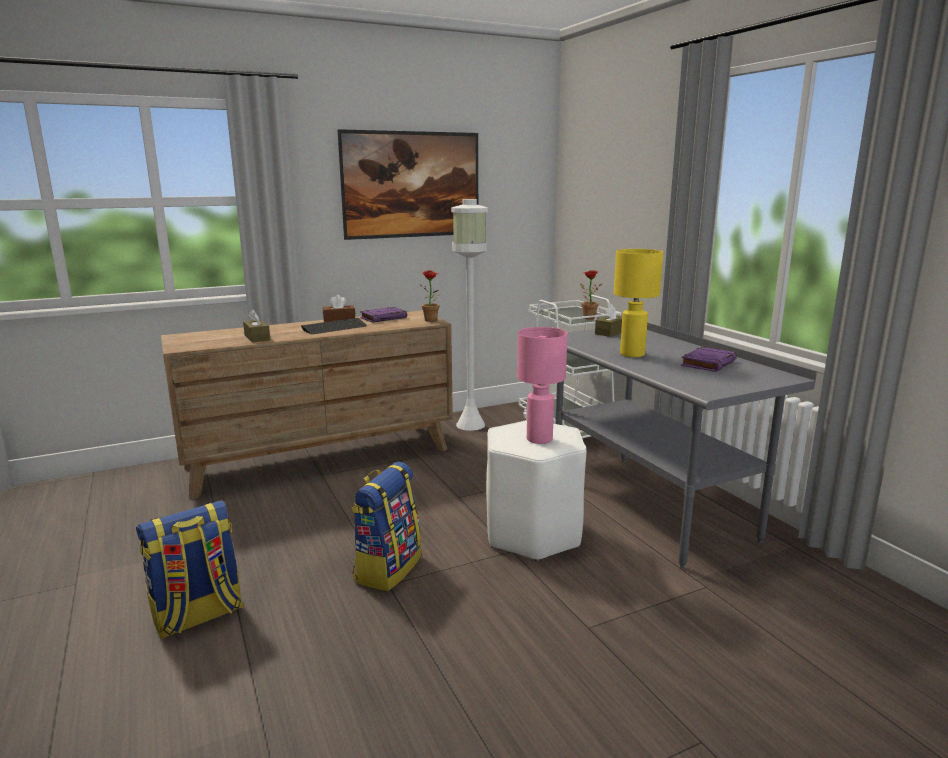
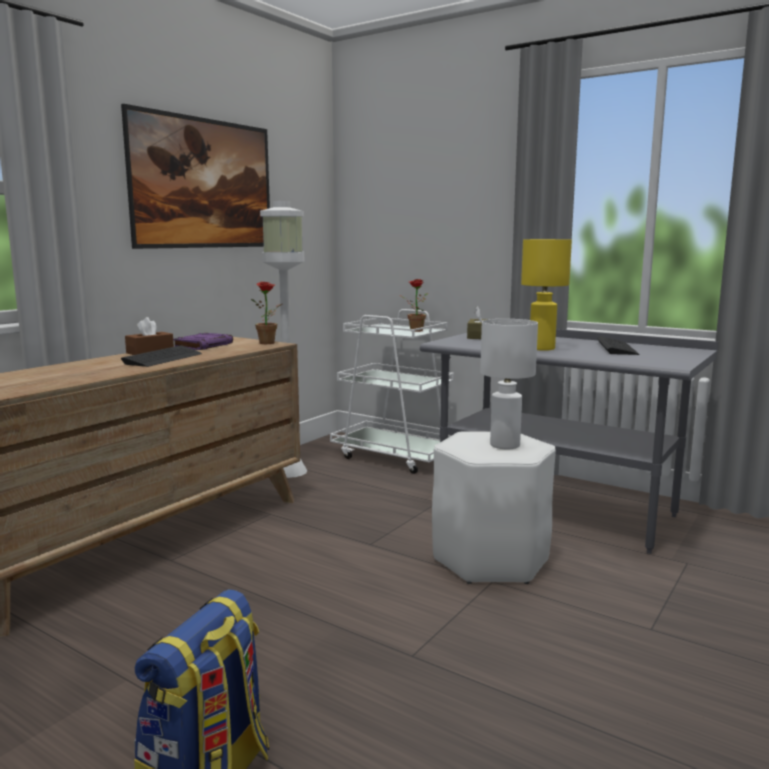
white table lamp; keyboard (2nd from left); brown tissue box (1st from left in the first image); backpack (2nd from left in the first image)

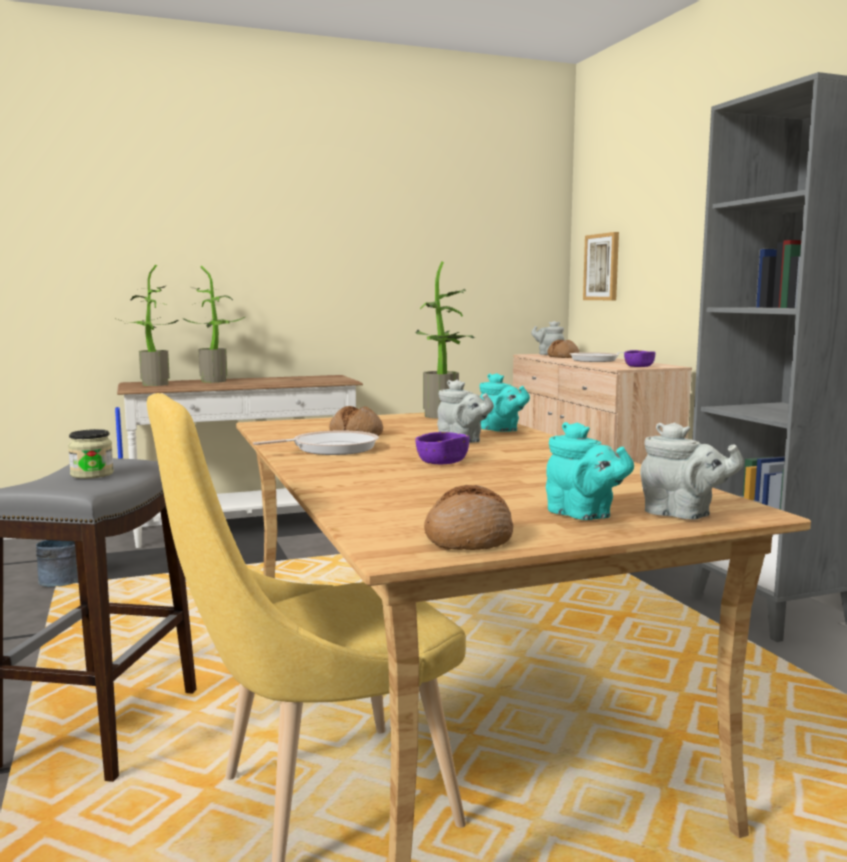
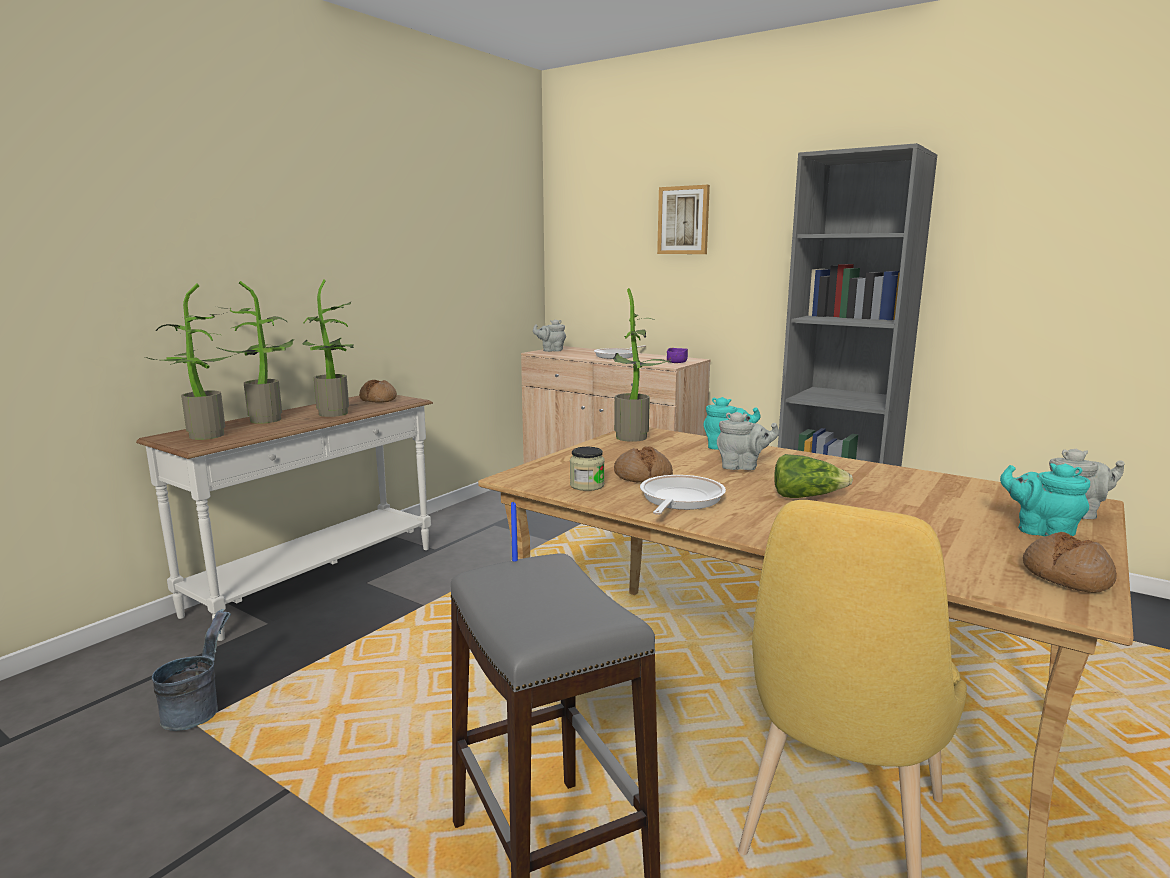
potted plant (3rd from left); bread (1st from left); jar; picture; lettuce; turquoise teapot (2nd from left)

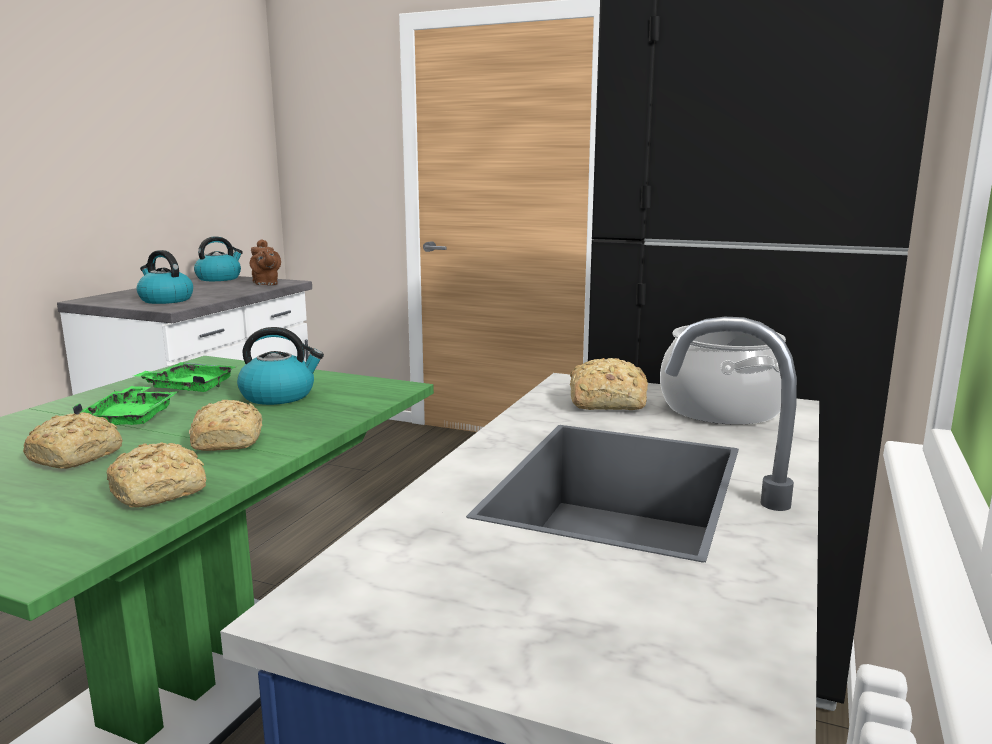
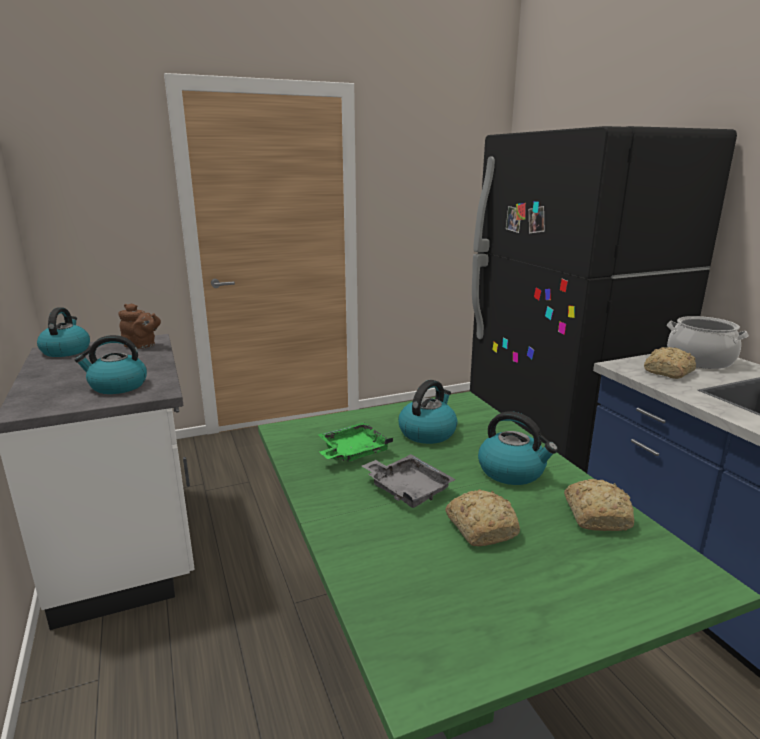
grey tray; kettle (4th from left)

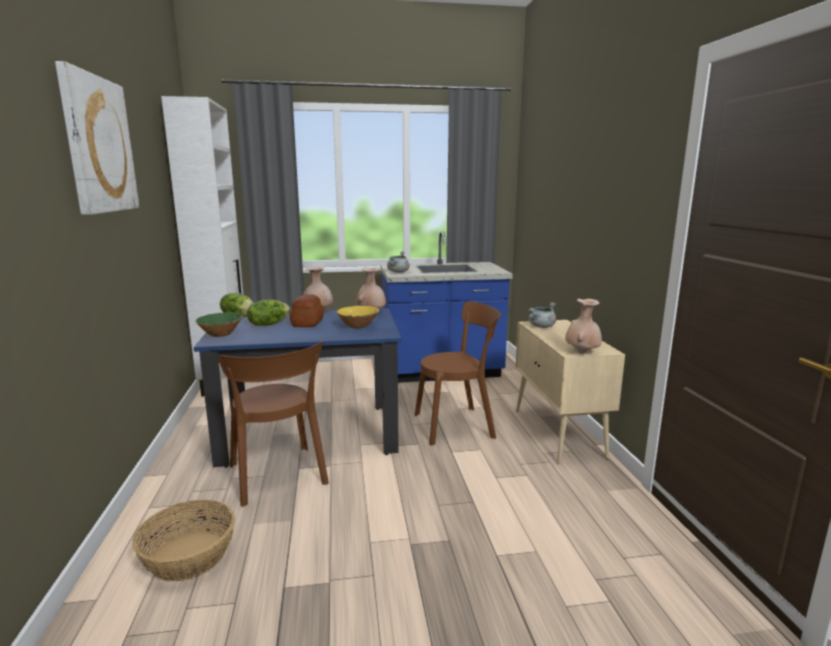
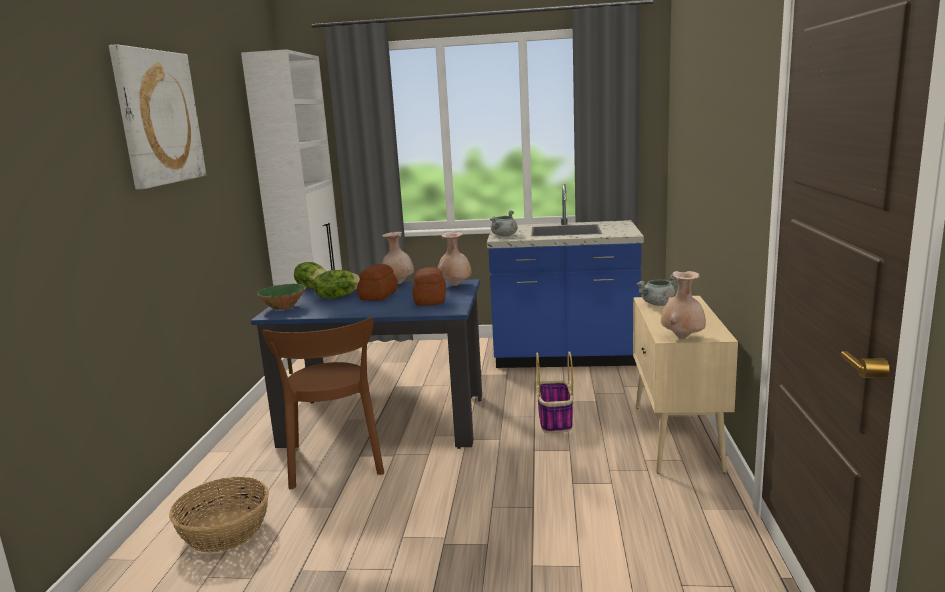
bread (2nd from left); basket (2nd from left)

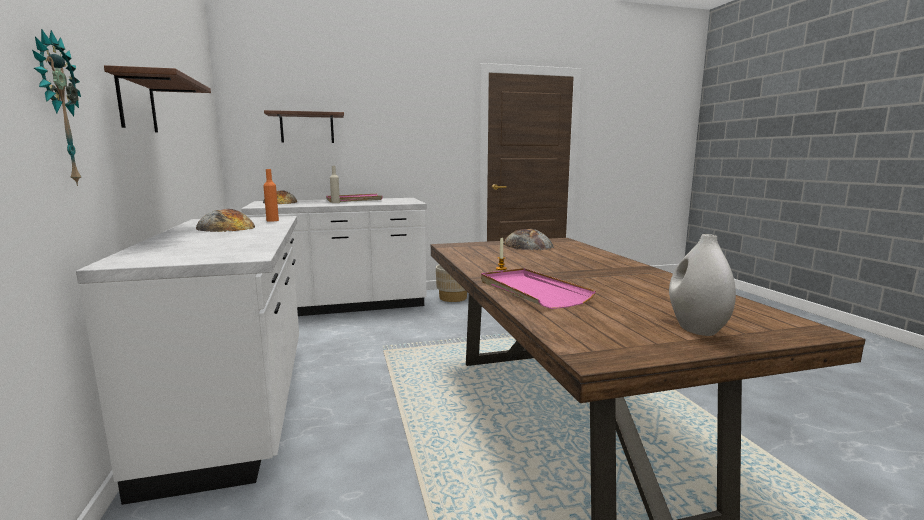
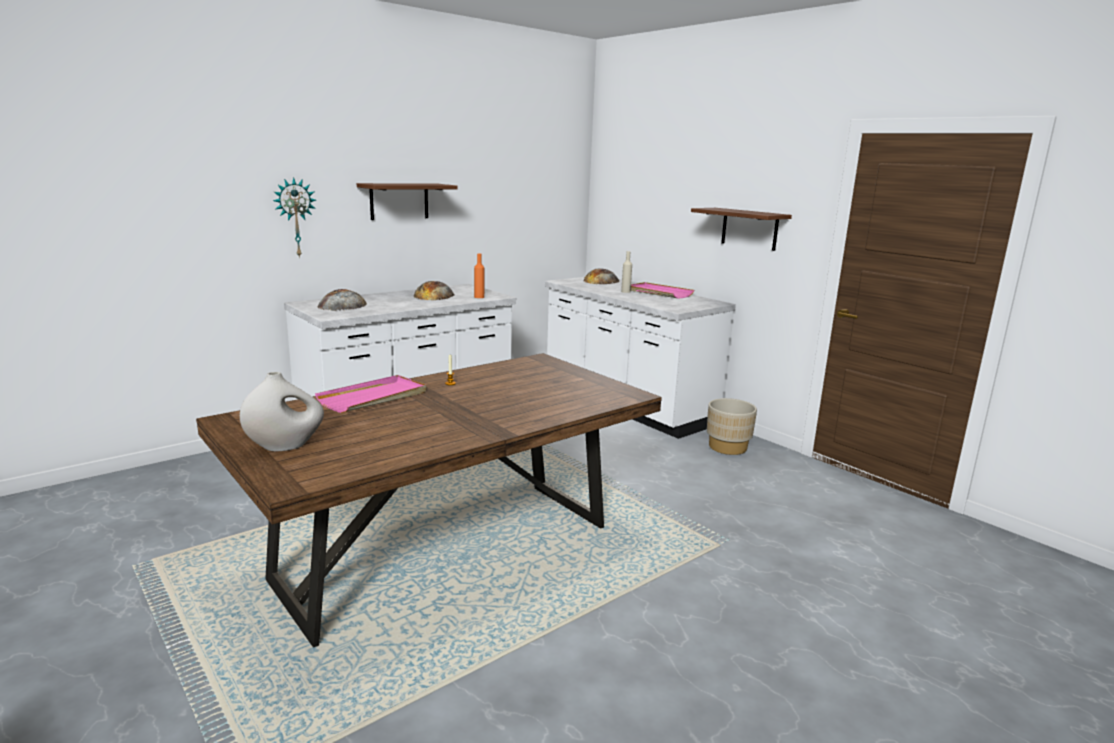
bread (1st from left); shelf (2nd from left)

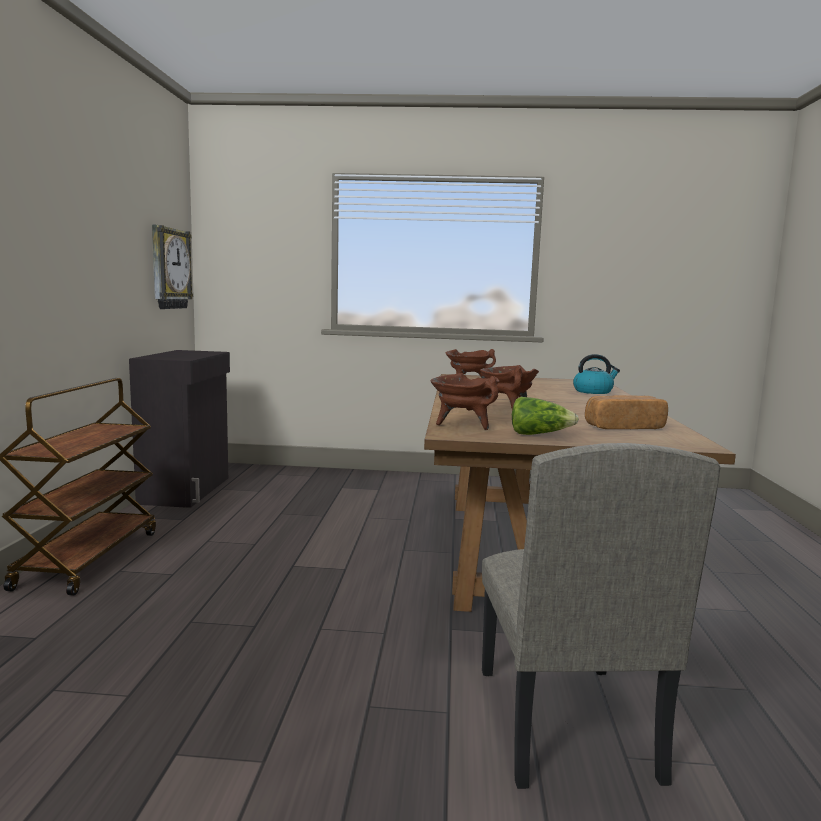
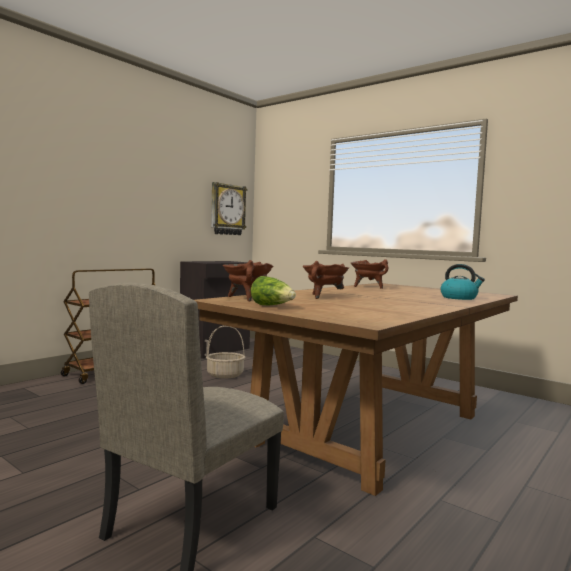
basket; bread

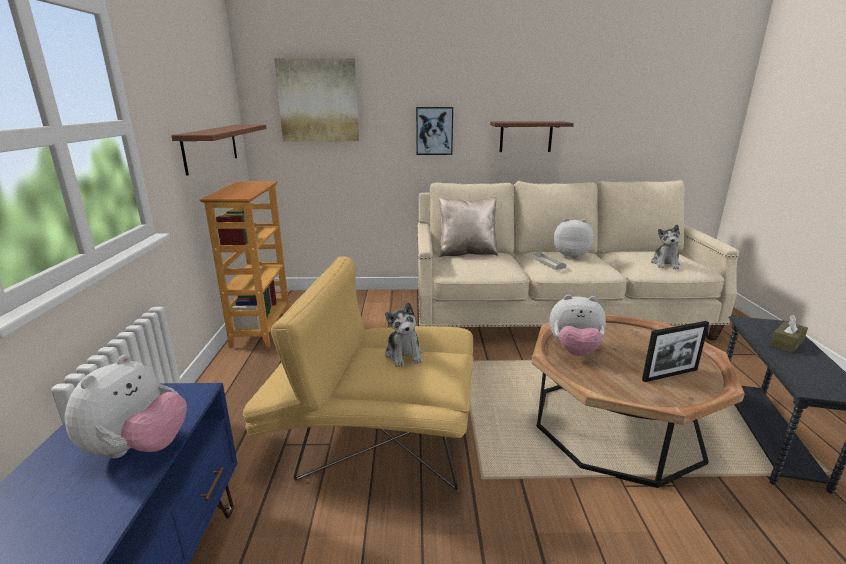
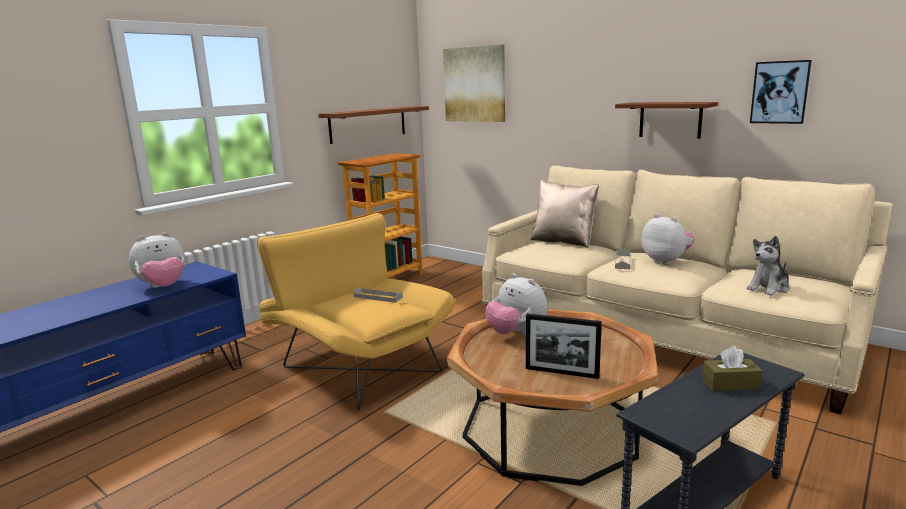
grey tray (1st from left); picture (2nd from left)

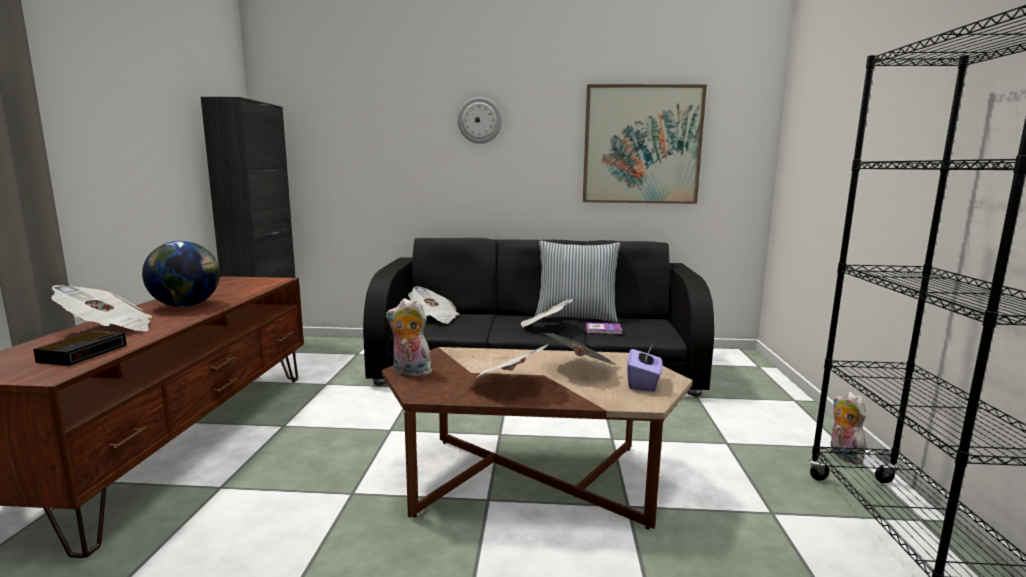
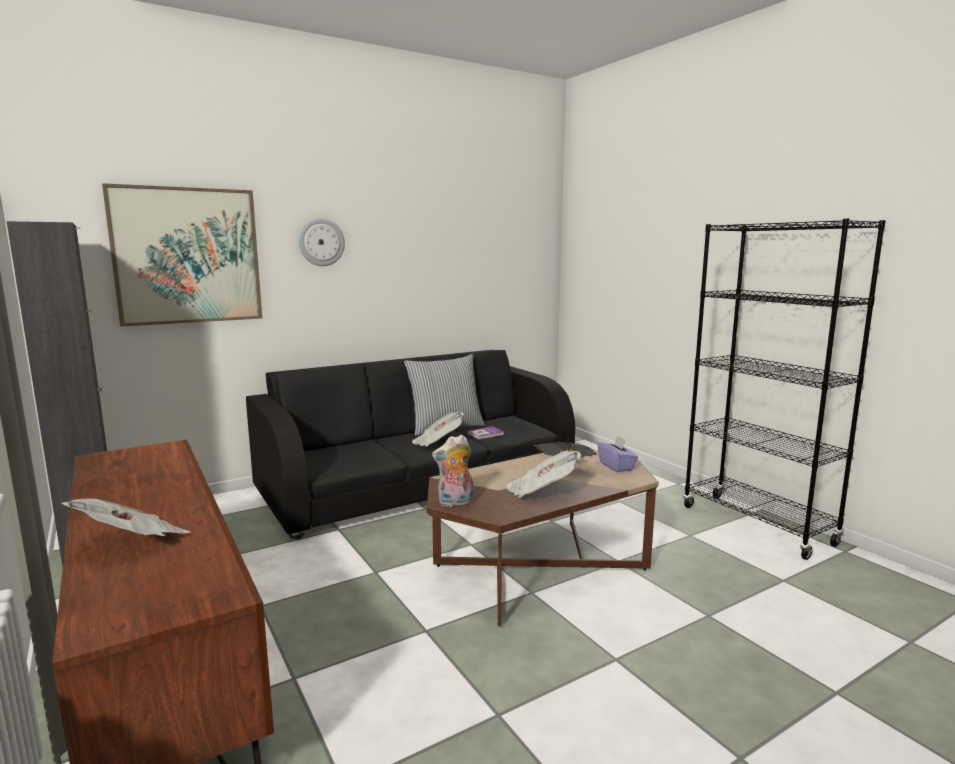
picture; alarm clock; globe; newspaper (2nd from left in the first image); plush toy (2nd from left in the first image)

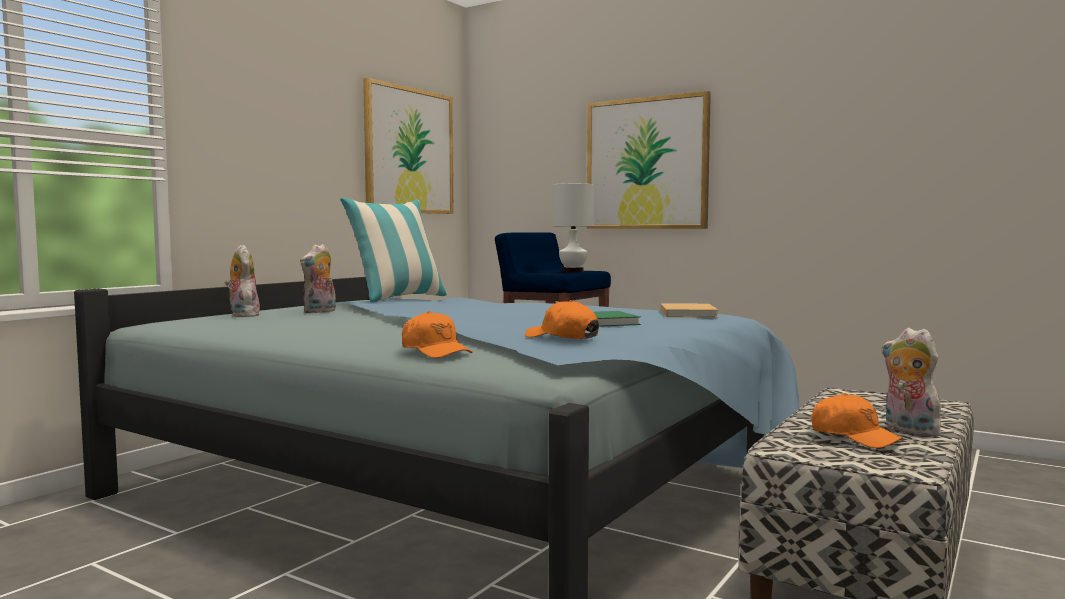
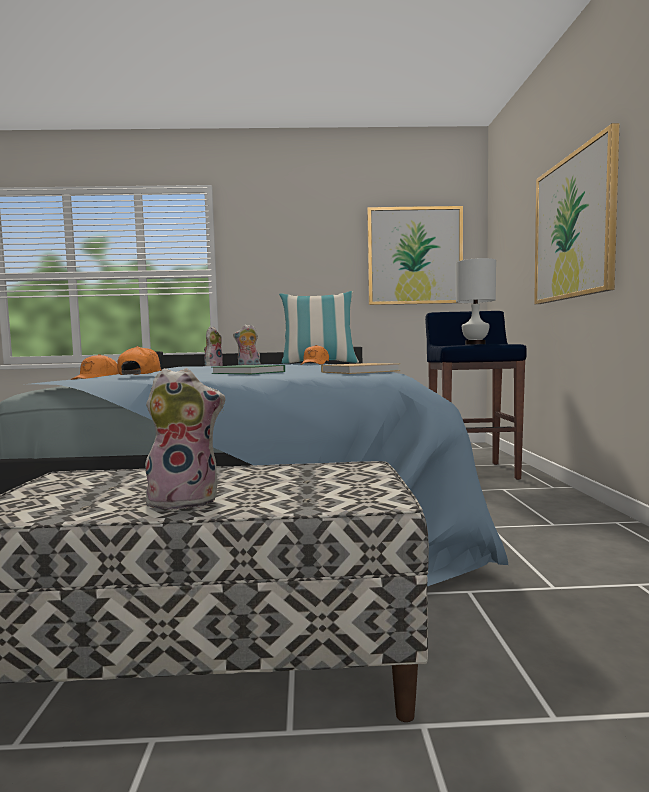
plush toy (1st from left); orange cap (3rd from left)

